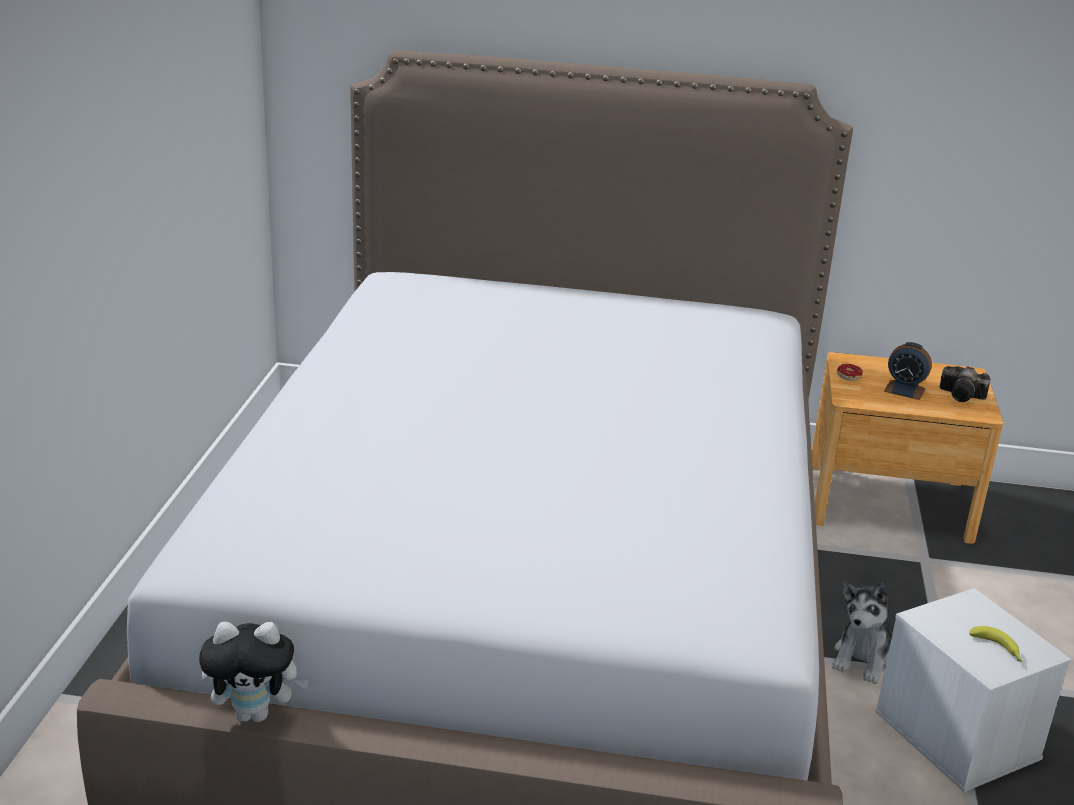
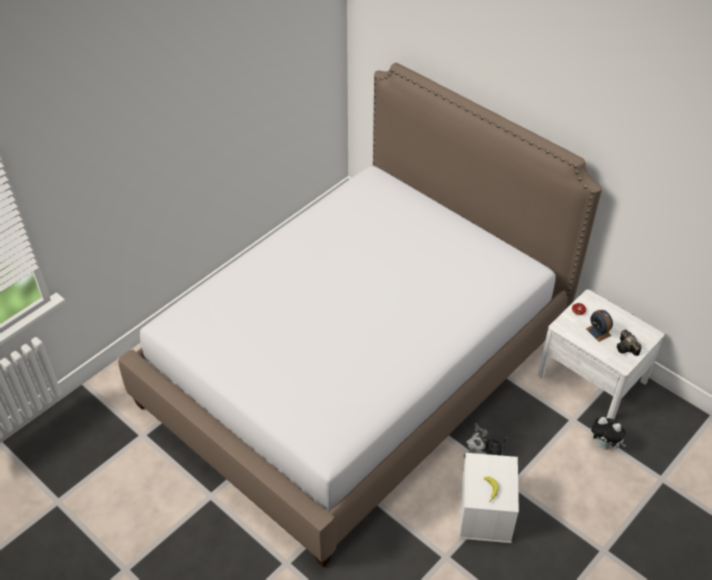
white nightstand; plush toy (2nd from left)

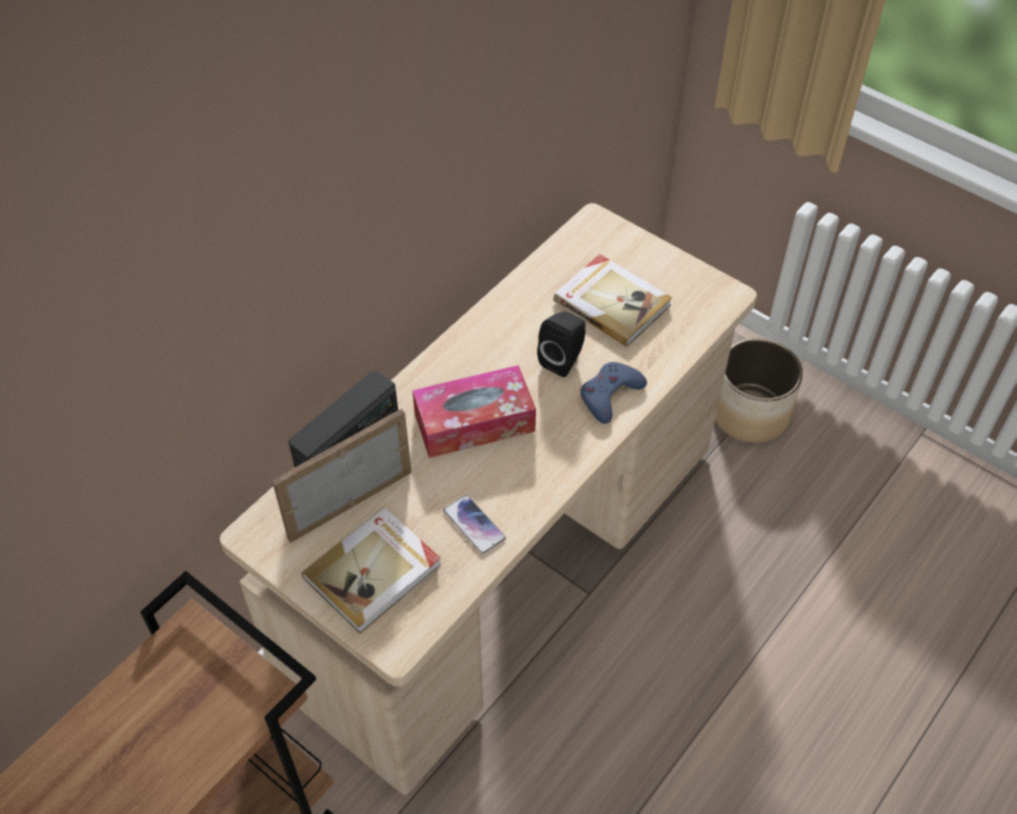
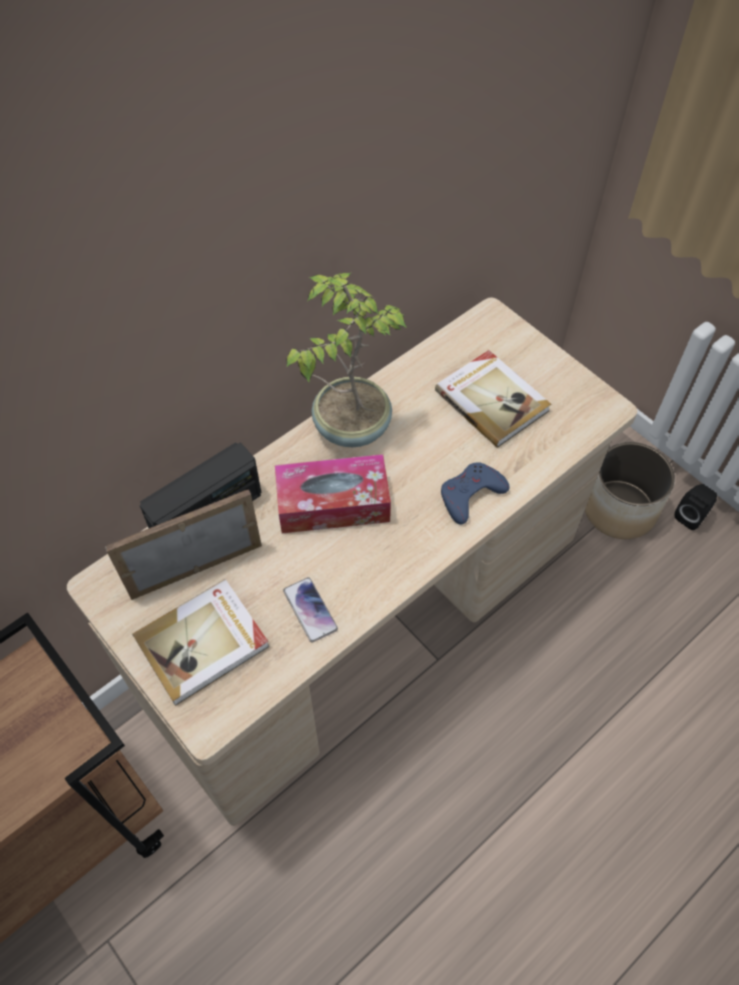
potted plant; black speaker

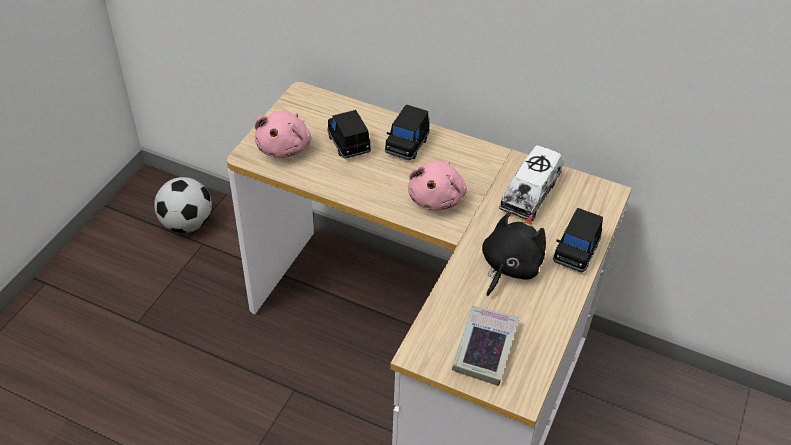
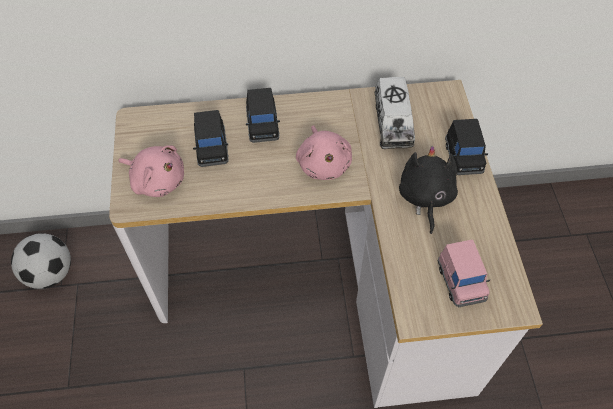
pink plush toy (1st from left); black toy car (1st from left); pink toy car

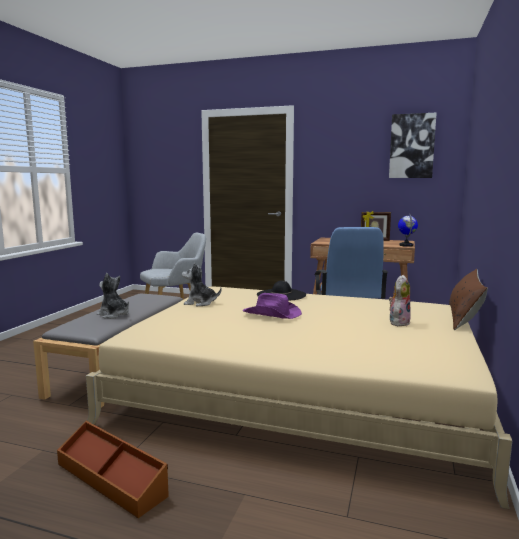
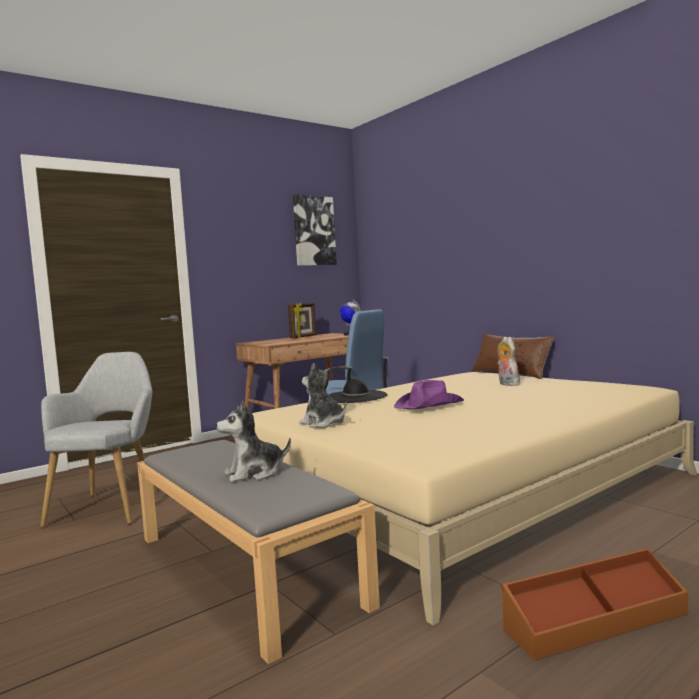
plush toy (2nd from left)

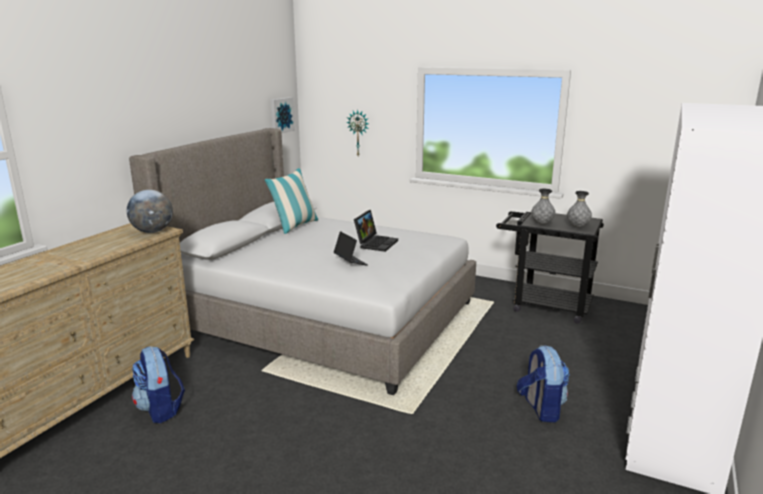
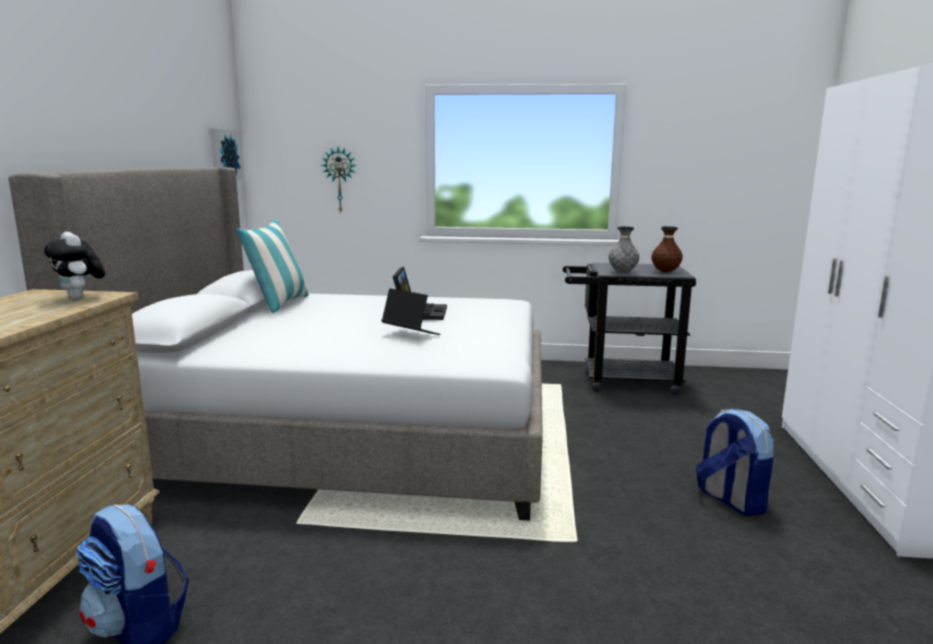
plush toy; brown vase

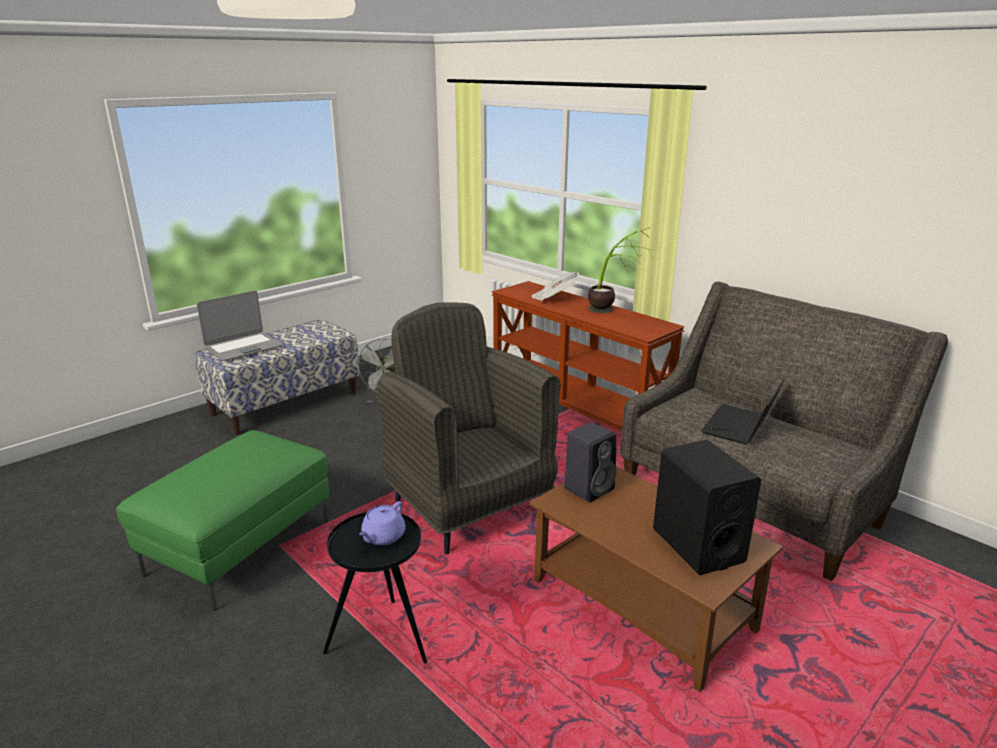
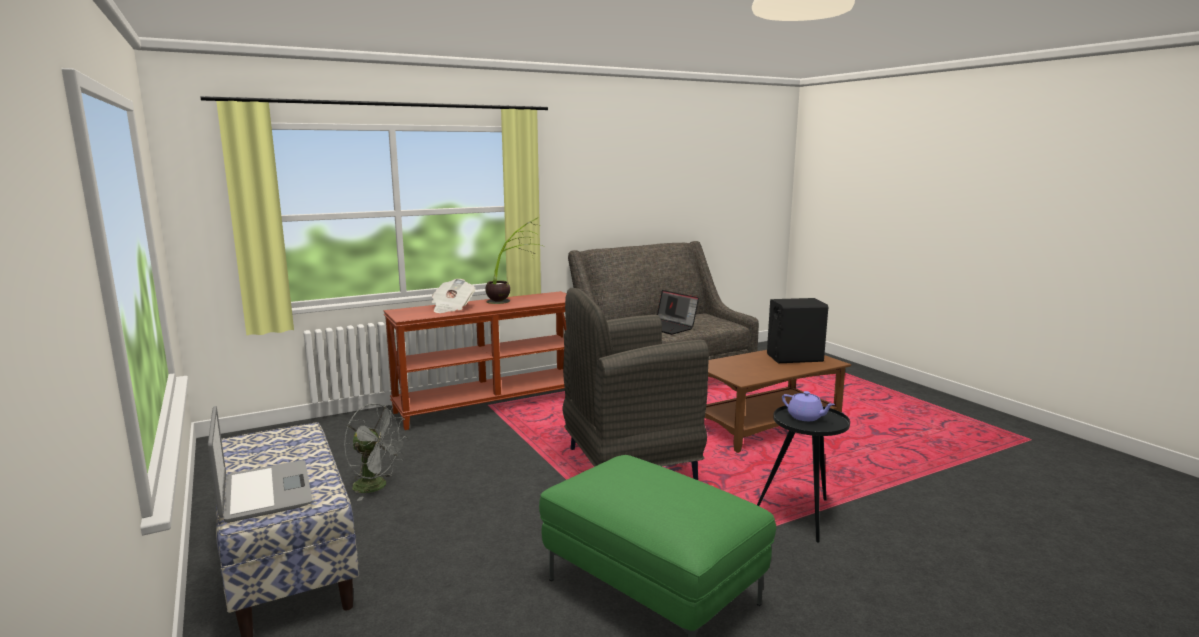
black speaker (1st from left in the first image)

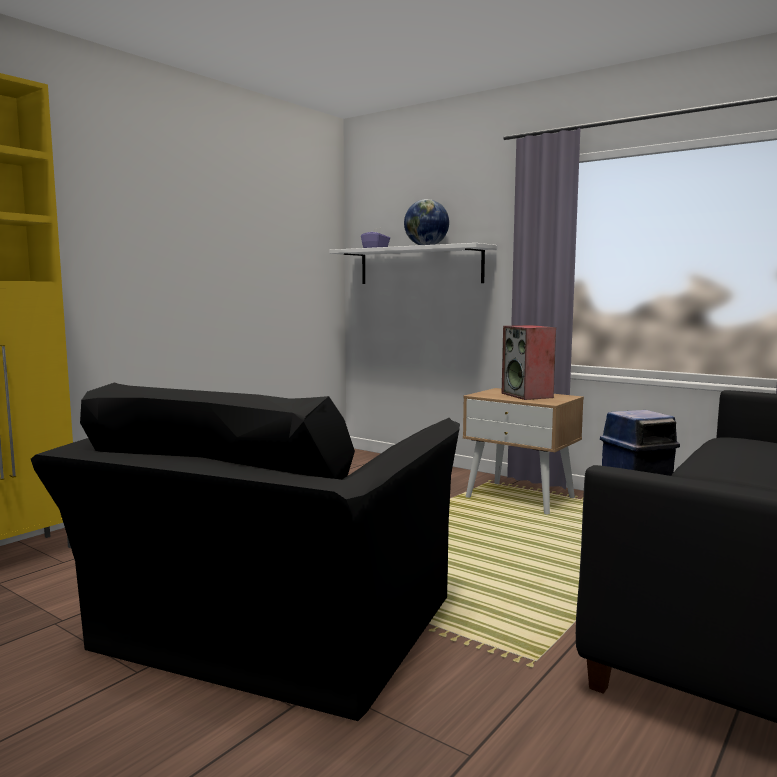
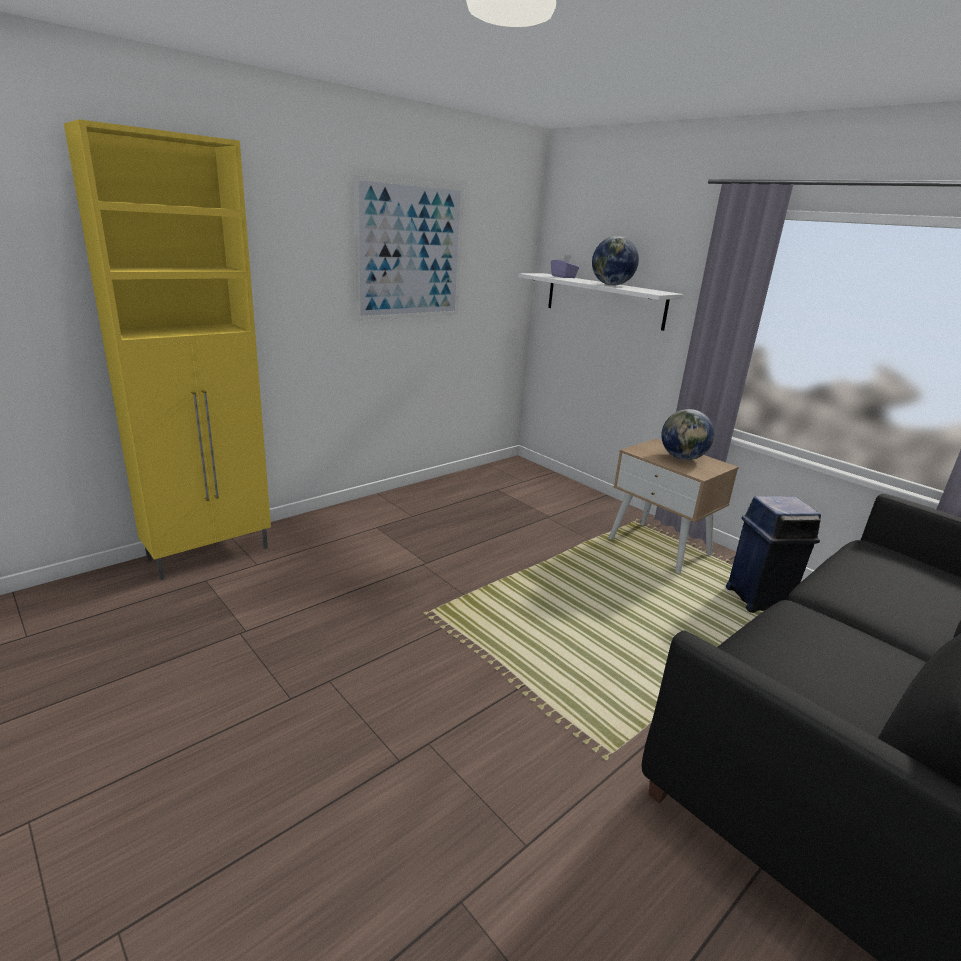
picture; globe (2nd from left); black armchair

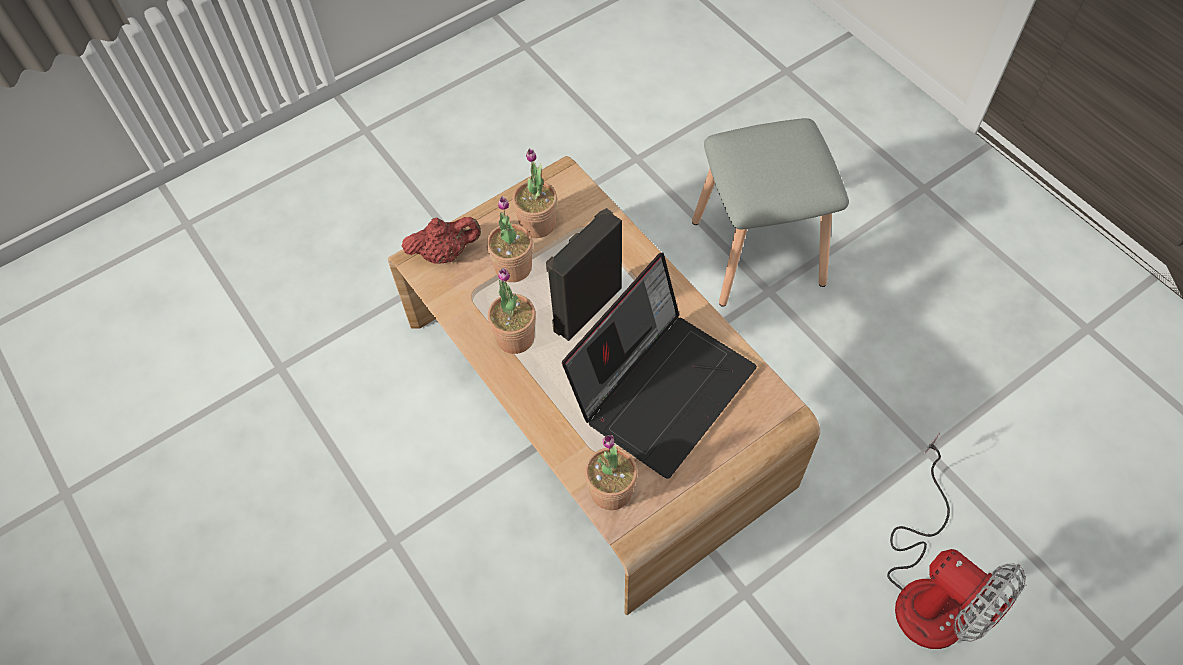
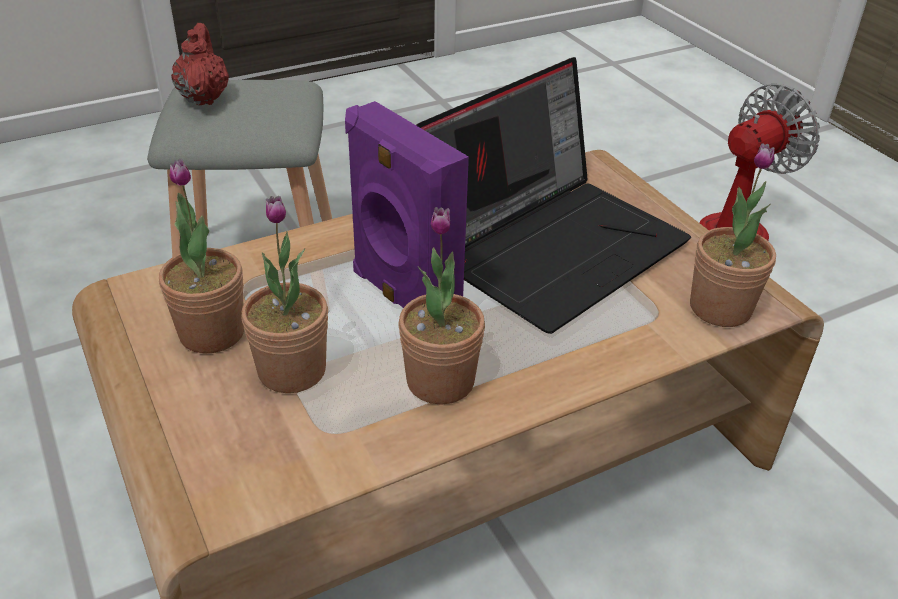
red teapot; purple speaker; laptop

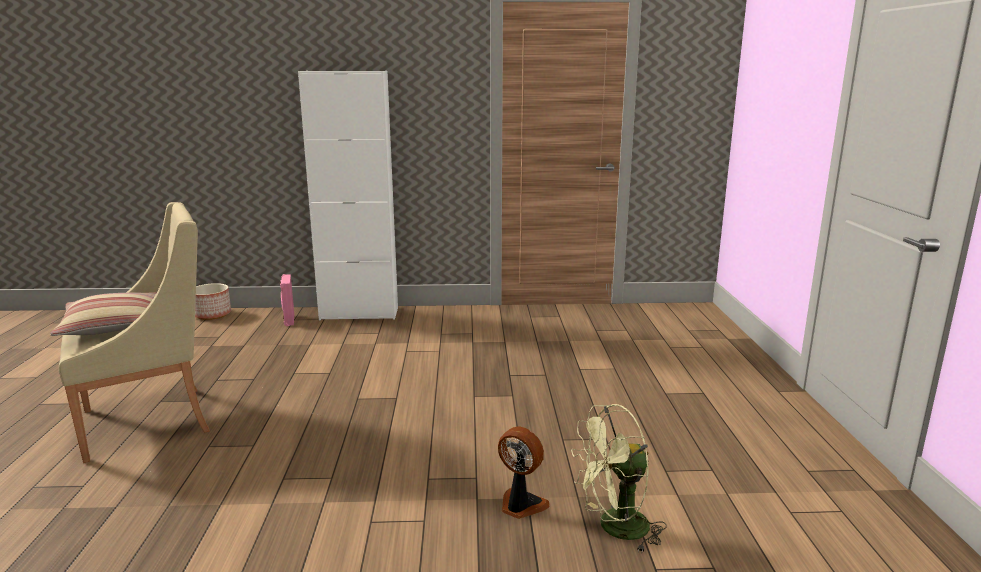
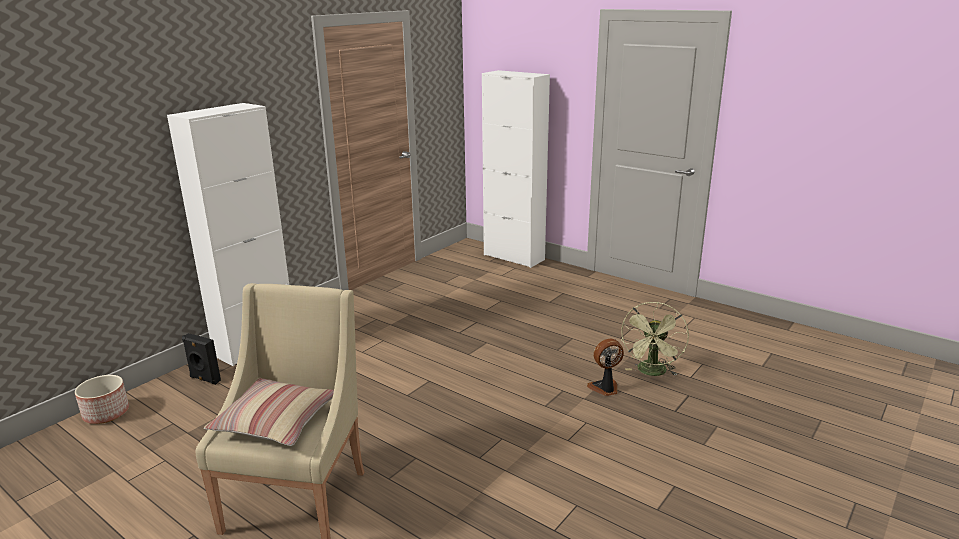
black speaker; white cabinet (2nd from left)

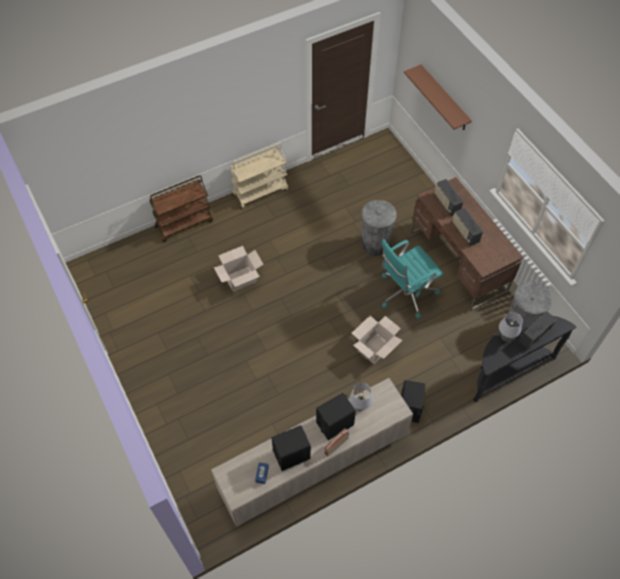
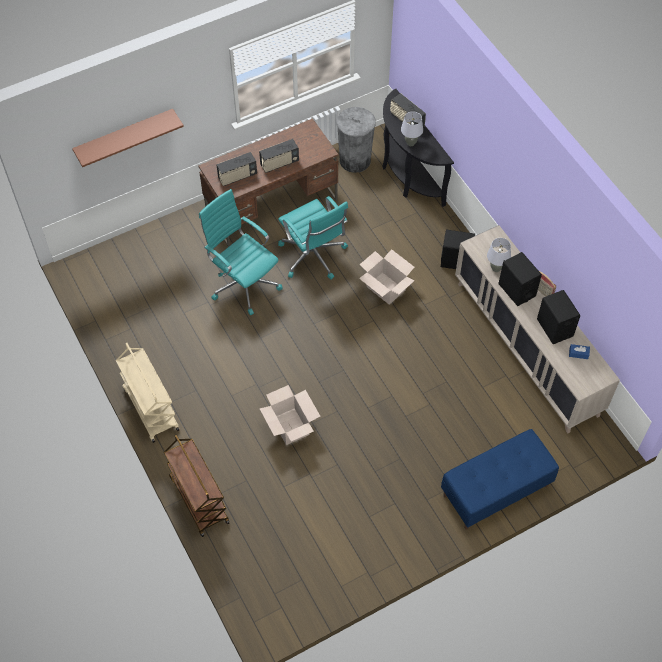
turquoise office chair (1st from left); blue bench

